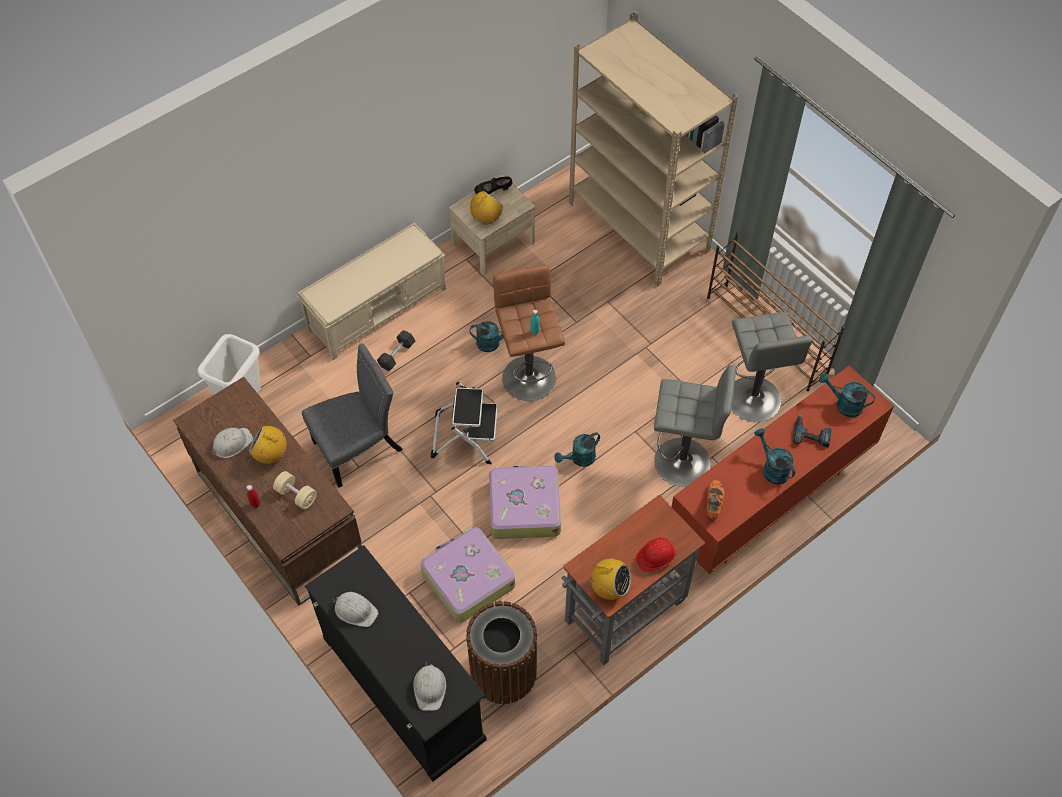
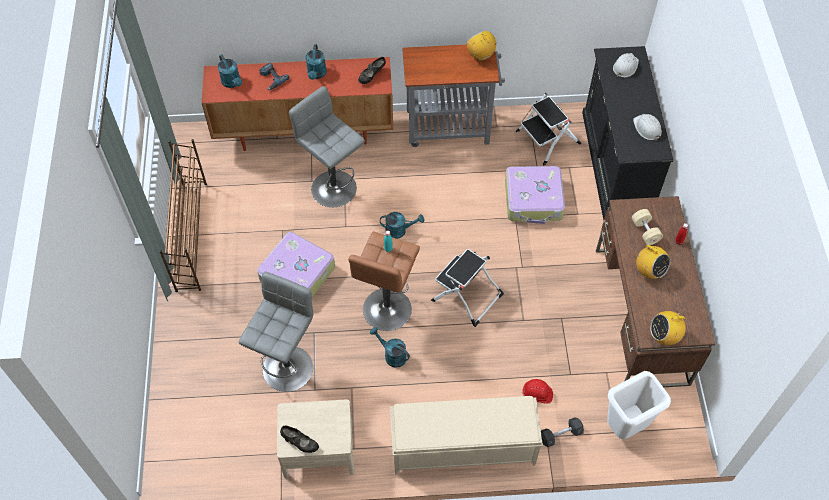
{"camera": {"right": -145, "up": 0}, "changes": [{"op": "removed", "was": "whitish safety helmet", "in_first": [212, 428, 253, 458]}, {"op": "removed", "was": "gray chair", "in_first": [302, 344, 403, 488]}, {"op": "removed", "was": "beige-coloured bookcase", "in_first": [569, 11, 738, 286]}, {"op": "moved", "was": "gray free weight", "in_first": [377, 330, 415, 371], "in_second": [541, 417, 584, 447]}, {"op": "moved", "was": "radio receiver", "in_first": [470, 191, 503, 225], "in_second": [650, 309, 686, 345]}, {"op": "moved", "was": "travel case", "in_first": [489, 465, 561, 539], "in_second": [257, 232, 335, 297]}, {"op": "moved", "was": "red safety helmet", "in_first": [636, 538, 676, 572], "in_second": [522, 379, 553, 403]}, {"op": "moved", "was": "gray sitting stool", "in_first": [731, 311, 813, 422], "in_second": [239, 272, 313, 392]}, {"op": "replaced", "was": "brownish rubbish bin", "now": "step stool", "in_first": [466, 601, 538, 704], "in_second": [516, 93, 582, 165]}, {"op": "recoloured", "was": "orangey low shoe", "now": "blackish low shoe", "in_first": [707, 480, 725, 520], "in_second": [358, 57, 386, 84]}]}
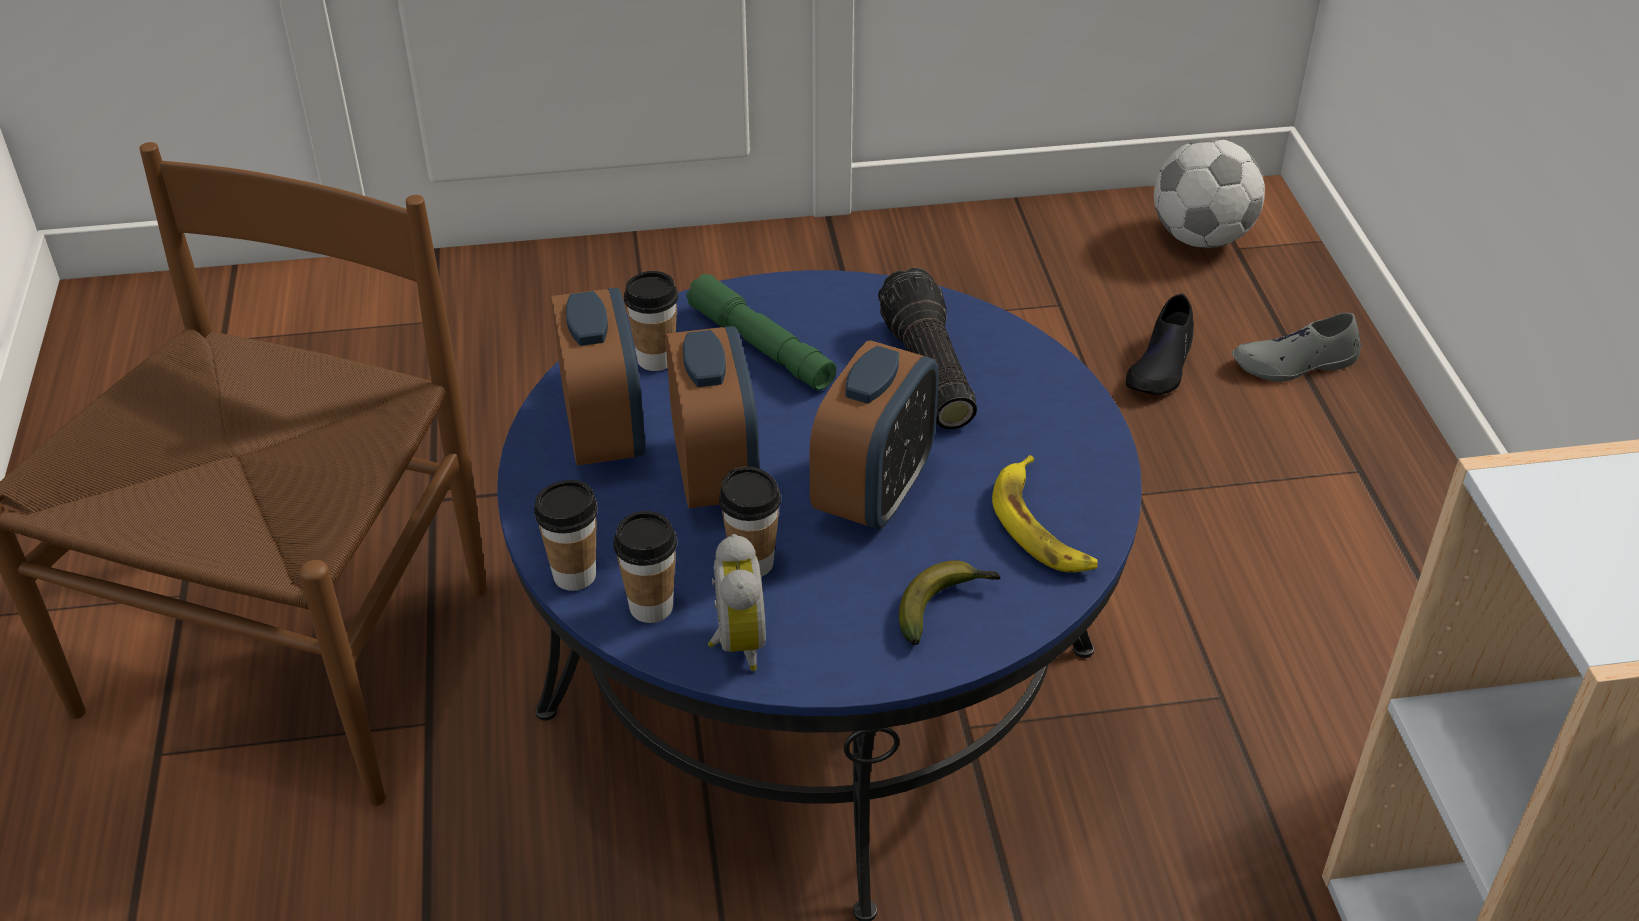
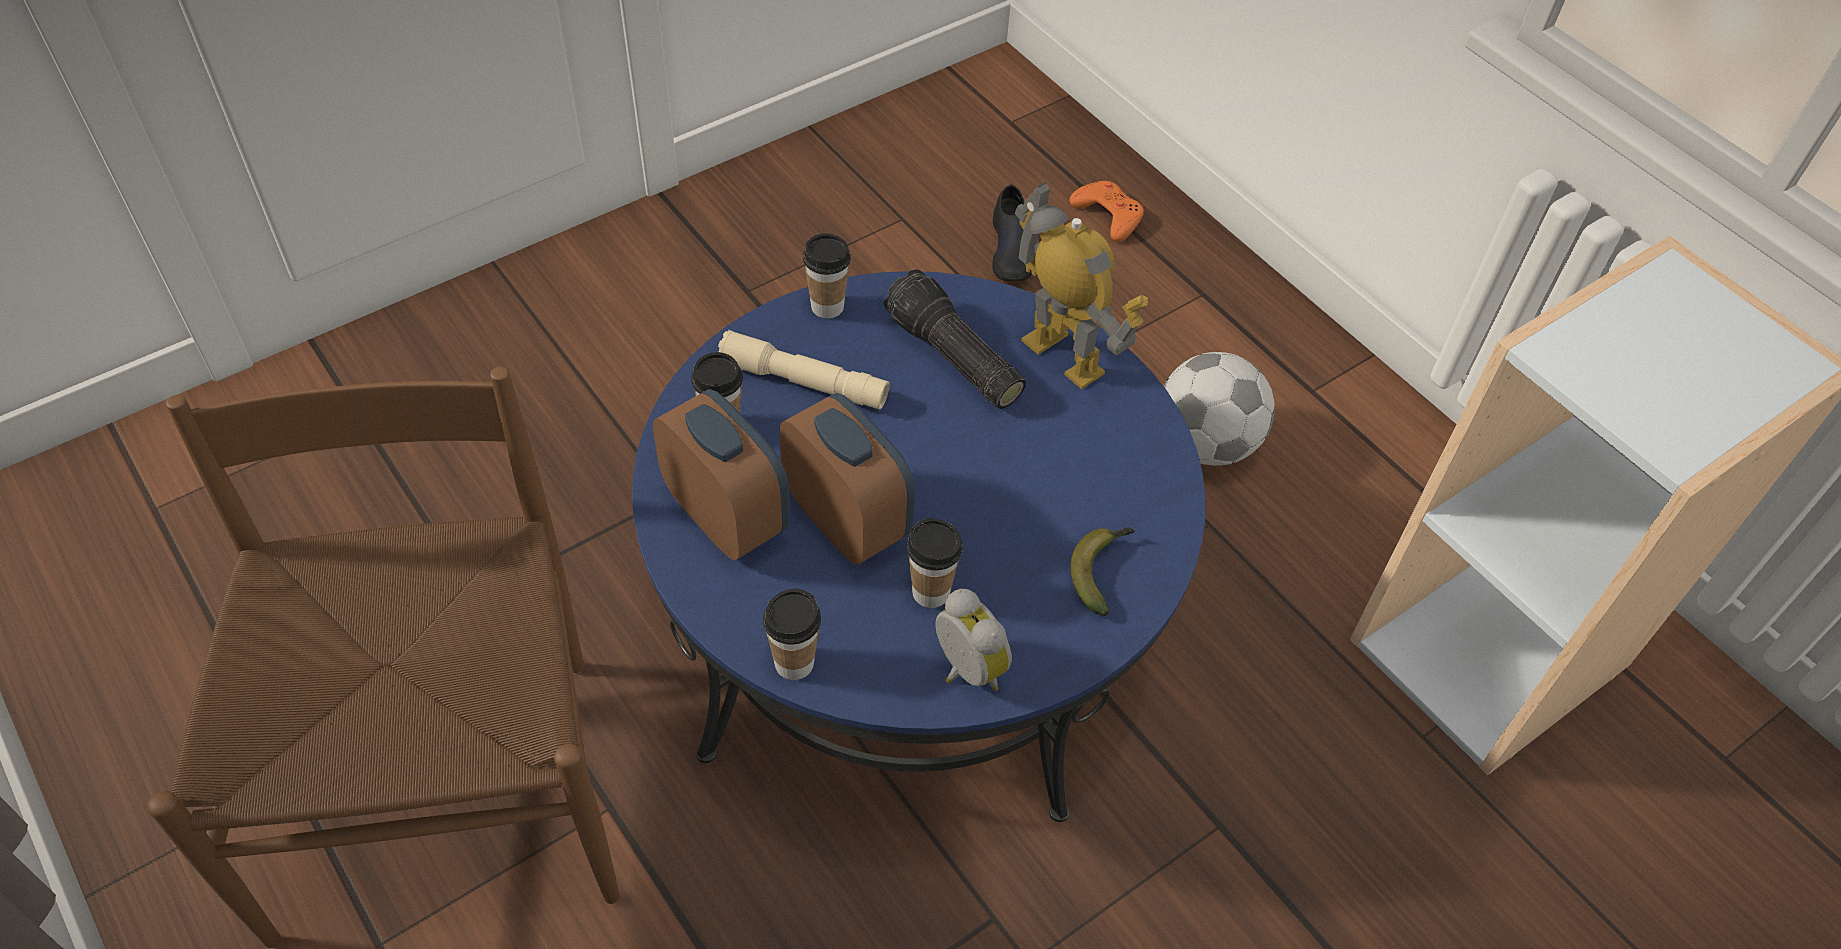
{"camera": {"right": -30, "up": 10}, "changes": [{"op": "removed", "was": "alarm clock", "in_first": [810, 341, 939, 529]}, {"op": "removed", "was": "banana fruit", "in_first": [992, 455, 1098, 572]}, {"op": "added", "now": "robot figure", "in_second": [1014, 181, 1148, 389]}, {"op": "moved", "was": "drinking cup", "in_first": [613, 511, 677, 623], "in_second": [803, 234, 851, 318]}, {"op": "moved", "was": "football ball", "in_first": [1154, 138, 1265, 248], "in_second": [1164, 352, 1275, 466]}, {"op": "replaced", "was": "gray low shoe", "now": "orangey game controller", "in_first": [1232, 313, 1361, 382], "in_second": [1069, 181, 1144, 242]}, {"op": "recoloured", "was": "greenish hand torch", "now": "beige-coloured hand torch", "in_first": [686, 274, 837, 391], "in_second": [718, 330, 889, 410]}]}
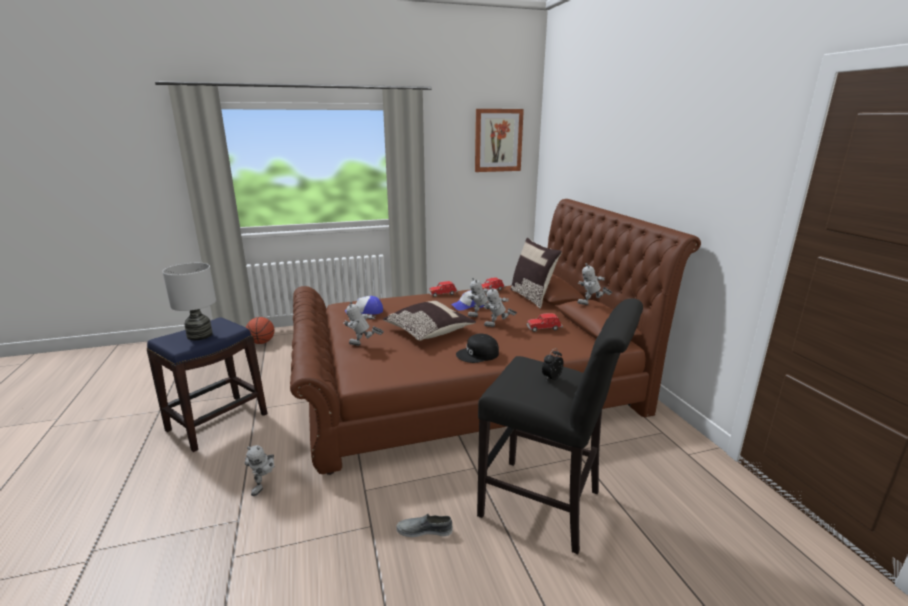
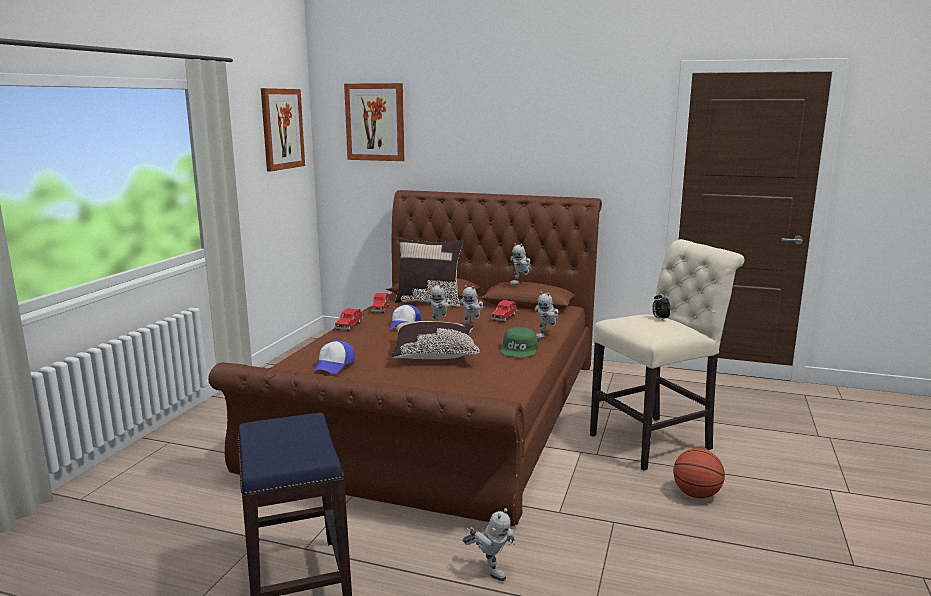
{"camera": {"right": -55, "up": -5}, "changes": [{"op": "removed", "was": "gray lamp for a table", "in_first": [163, 263, 216, 340]}, {"op": "removed", "was": "gray low shoe", "in_first": [397, 514, 453, 537]}, {"op": "added", "now": "wall picture", "in_second": [344, 83, 405, 161]}, {"op": "moved", "was": "basketball", "in_first": [246, 317, 274, 344], "in_second": [673, 448, 725, 498]}, {"op": "moved", "was": "robot figure", "in_first": [343, 301, 384, 346], "in_second": [535, 291, 559, 340]}, {"op": "recoloured", "was": "blackish baseball cap", "now": "greenish baseball cap", "in_first": [456, 334, 499, 363], "in_second": [500, 327, 538, 357]}, {"op": "recoloured", "was": "blackish sitting stool", "now": "beige-coloured sitting stool", "in_first": [477, 298, 643, 554], "in_second": [590, 239, 744, 471]}]}
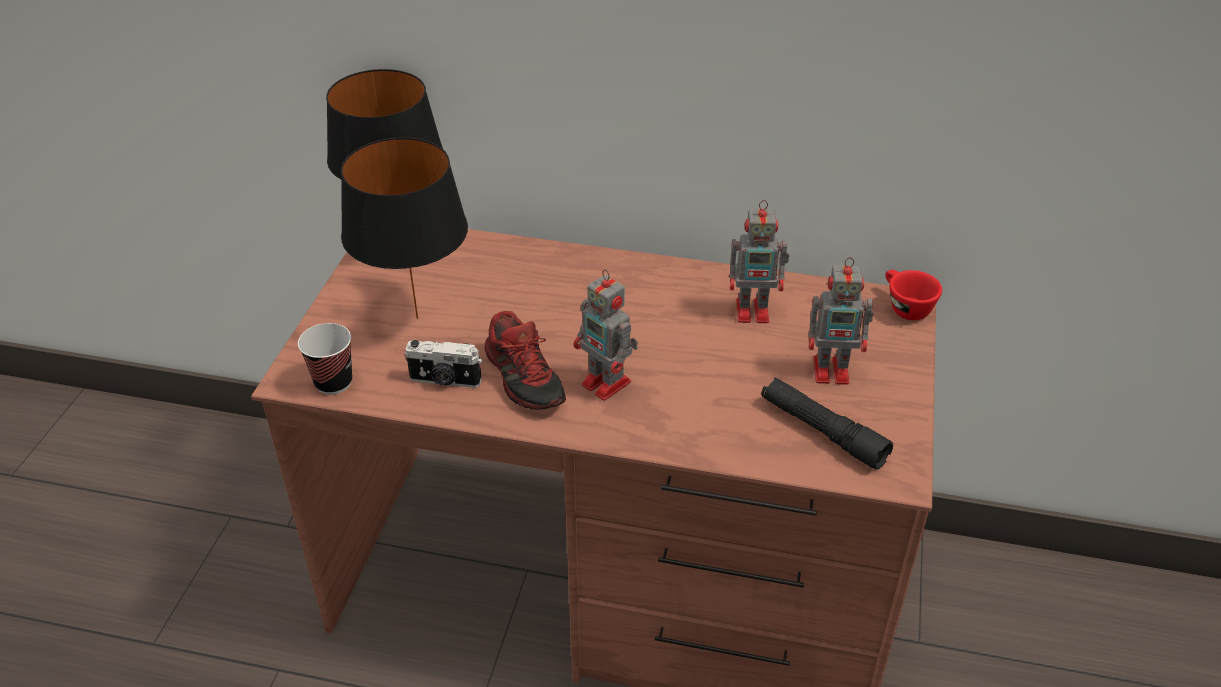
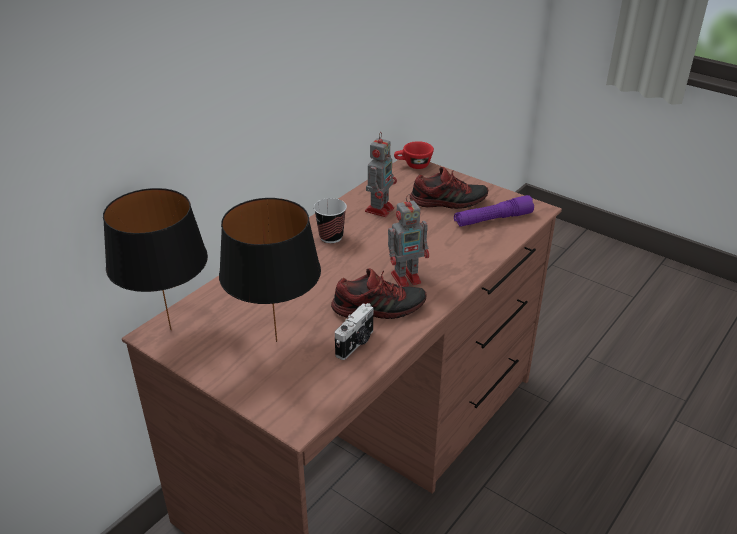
{"camera": {"right": -65, "up": -5}, "changes": [{"op": "moved", "was": "drinking cup", "in_first": [298, 323, 352, 395], "in_second": [314, 198, 347, 243]}, {"op": "replaced", "was": "robot figure", "now": "low shoe", "in_first": [809, 257, 874, 385], "in_second": [410, 167, 488, 209]}, {"op": "recoloured", "was": "blackish hand torch", "now": "purple-coloured hand torch", "in_first": [761, 378, 893, 470], "in_second": [454, 195, 534, 227]}]}
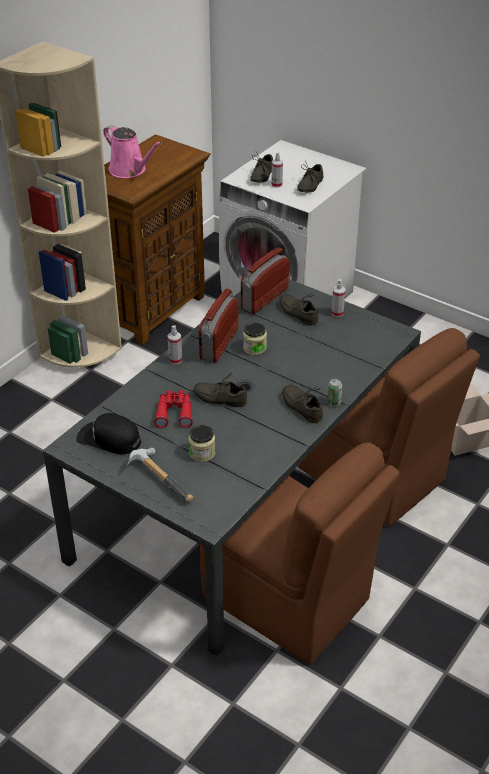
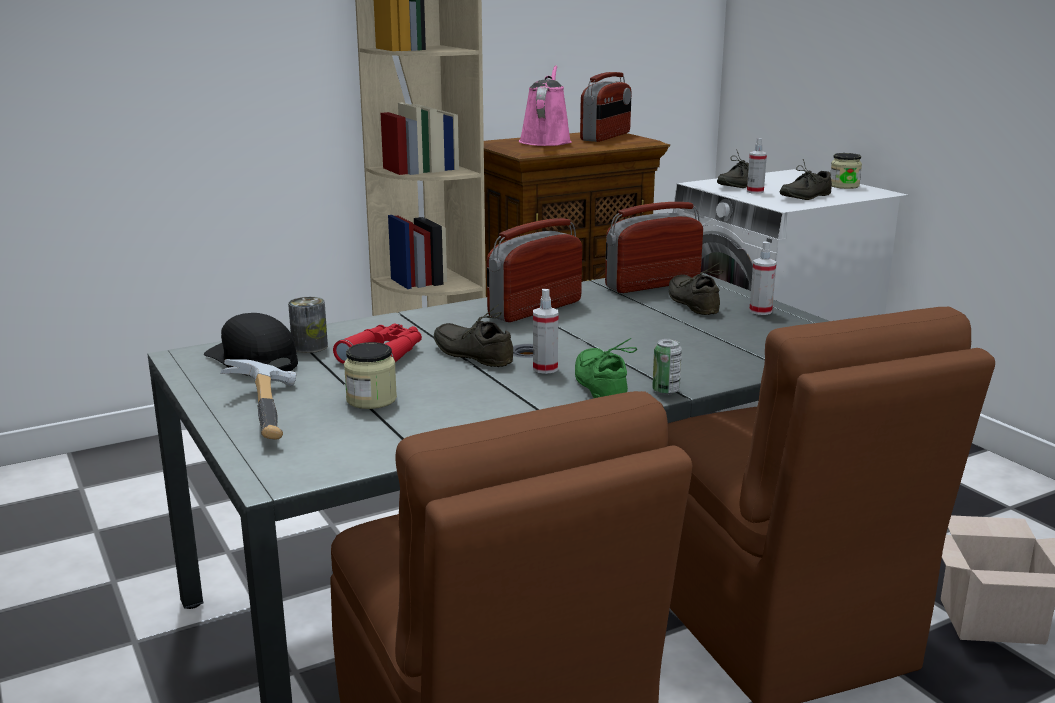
{"camera": {"right": 25, "up": -20}, "changes": [{"op": "added", "now": "metal can", "in_second": [288, 297, 328, 353]}, {"op": "added", "now": "radio receiver", "in_second": [580, 72, 632, 142]}, {"op": "moved", "was": "hand sprayer", "in_first": [168, 325, 182, 364], "in_second": [533, 289, 558, 374]}, {"op": "moved", "was": "preserve jar", "in_first": [243, 323, 267, 355], "in_second": [830, 153, 862, 189]}, {"op": "recoloured", "was": "gray low shoe", "now": "greenish low shoe", "in_first": [282, 384, 323, 423], "in_second": [575, 338, 637, 398]}, {"op": "turned", "was": "pinkish watering can", "in_first": [103, 125, 162, 178], "in_second": [519, 65, 572, 146], "clockwise": -150}]}
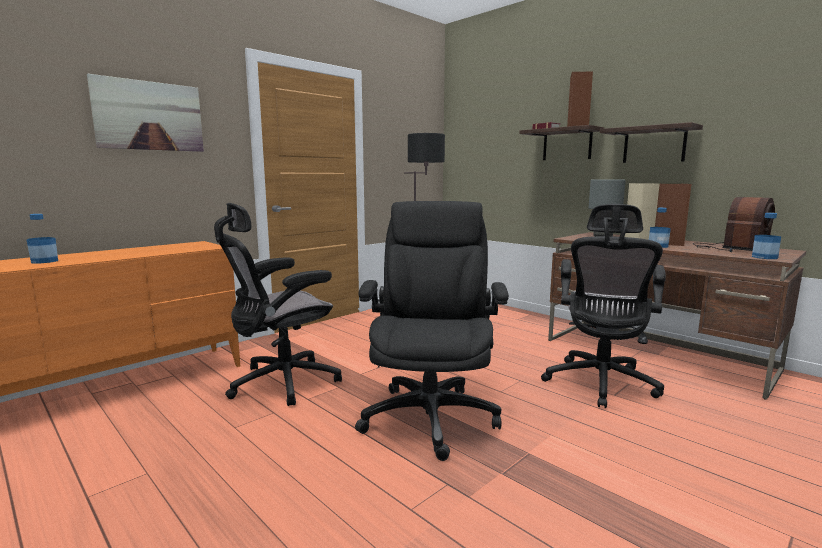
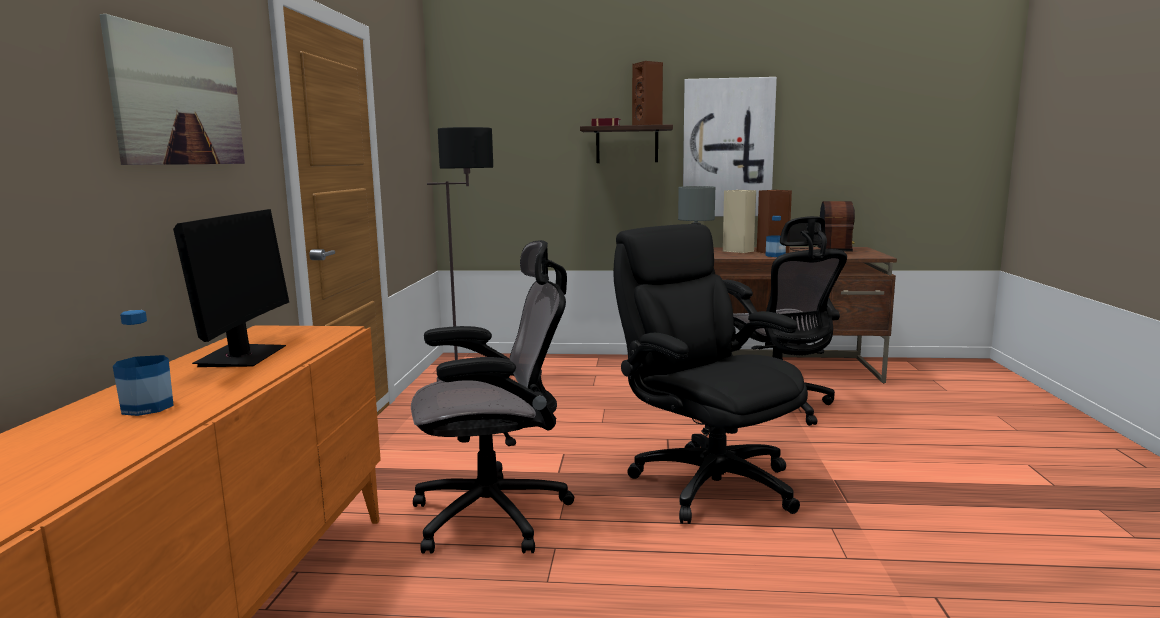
{"camera": {"right": -40, "up": 0}, "changes": [{"op": "removed", "was": "drink bottle", "in_first": [752, 213, 781, 259]}, {"op": "added", "now": "computer display", "in_second": [173, 209, 289, 367]}, {"op": "replaced", "was": "bracket shelf", "now": "wall picture", "in_first": [600, 122, 703, 163], "in_second": [683, 77, 777, 216]}, {"op": "turned", "was": "office chair", "in_first": [214, 203, 342, 406], "in_second": [411, 240, 575, 554], "clockwise": -120}]}
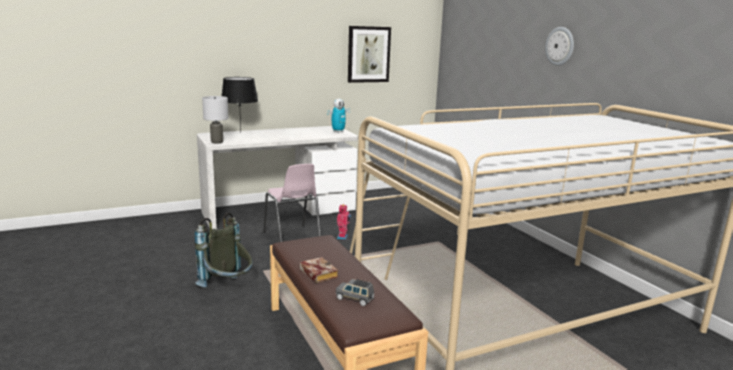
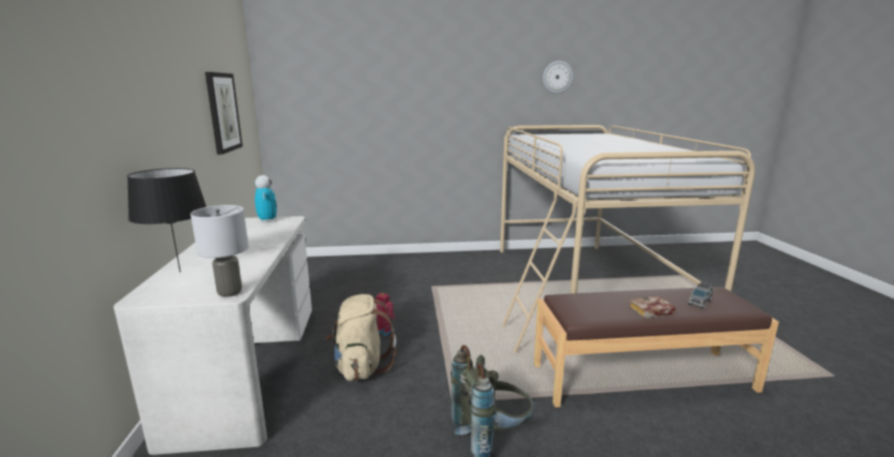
{"camera": {"right": -70, "up": 0}, "changes": [{"op": "moved", "was": "hanging clock", "in_first": [545, 27, 574, 66], "in_second": [543, 61, 573, 94]}, {"op": "replaced", "was": "pinkish chair", "now": "beige-coloured backpack", "in_first": [263, 164, 321, 242], "in_second": [325, 294, 396, 381]}]}
